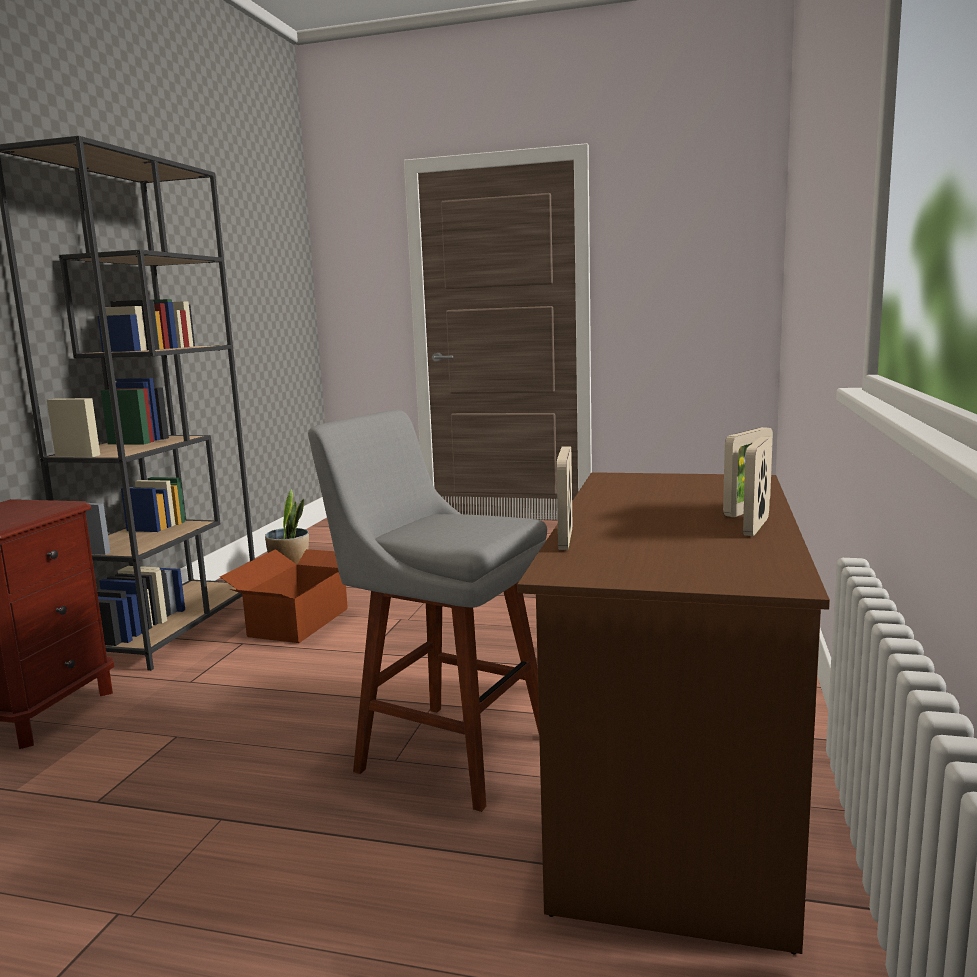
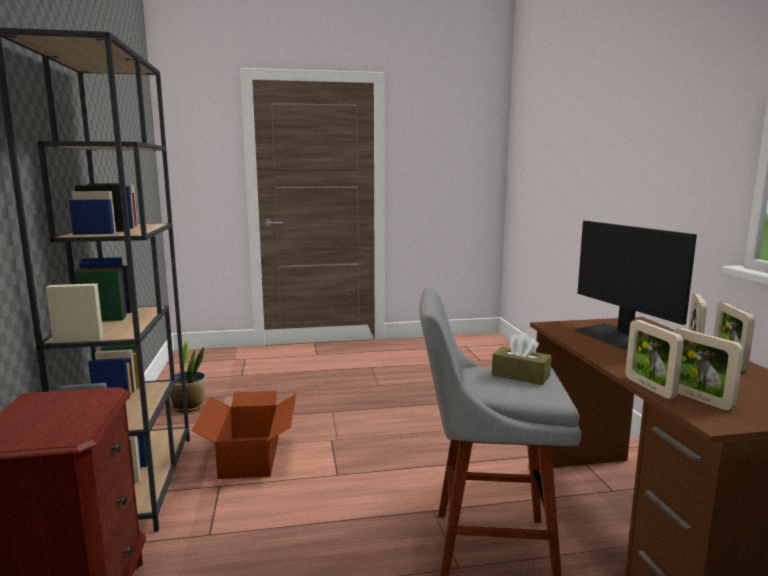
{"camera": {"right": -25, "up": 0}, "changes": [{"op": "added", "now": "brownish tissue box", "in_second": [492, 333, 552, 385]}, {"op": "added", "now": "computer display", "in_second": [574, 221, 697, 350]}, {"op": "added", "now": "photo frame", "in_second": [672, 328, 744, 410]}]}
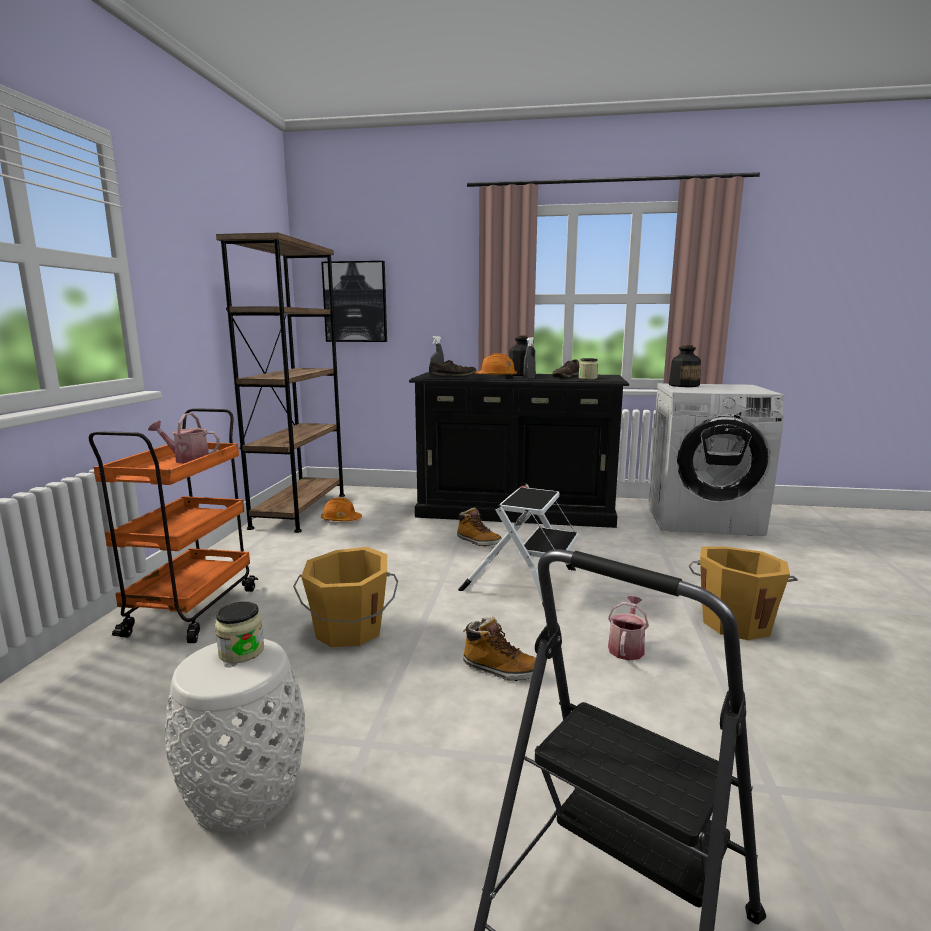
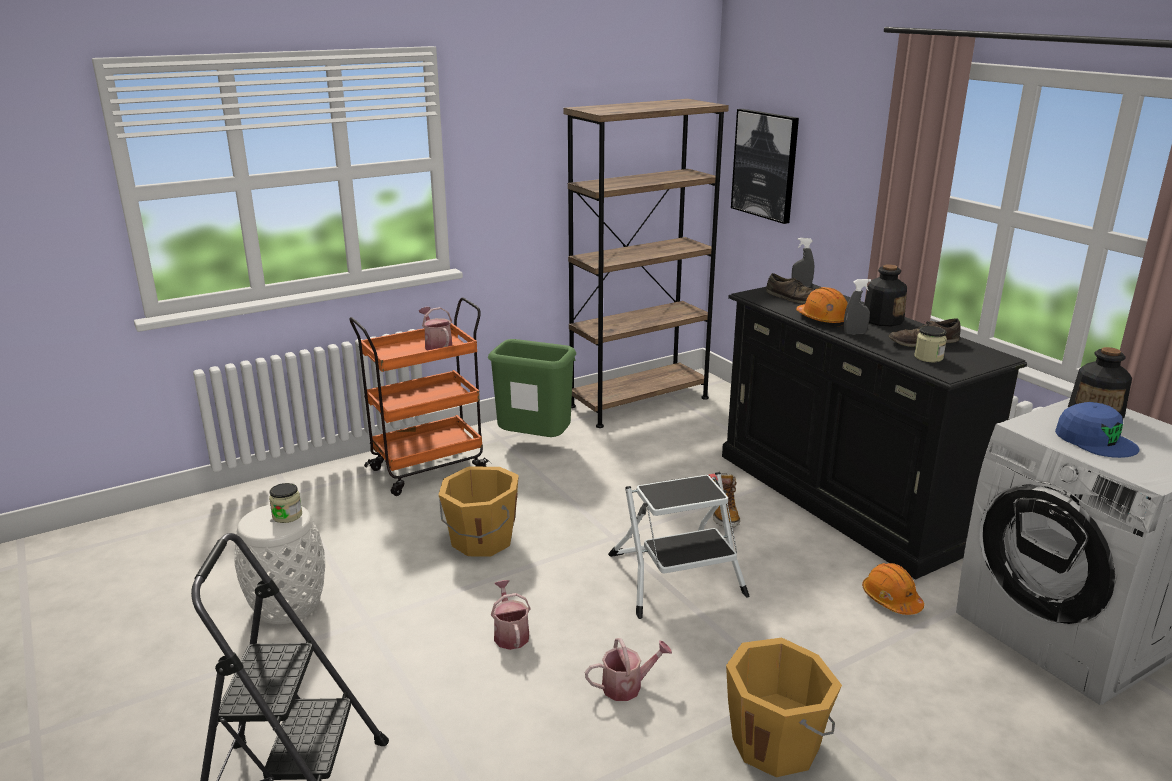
{"camera": {"right": 50, "up": 10}, "changes": [{"op": "added", "now": "greenish rubbish bin", "in_second": [488, 339, 576, 437]}, {"op": "added", "now": "blue-coloured baseball cap", "in_second": [1055, 402, 1140, 458]}, {"op": "moved", "was": "orangey safety helmet", "in_first": [321, 497, 362, 521], "in_second": [862, 563, 924, 615]}, {"op": "replaced", "was": "boot", "now": "watering can", "in_first": [463, 616, 536, 681], "in_second": [491, 580, 531, 650]}]}
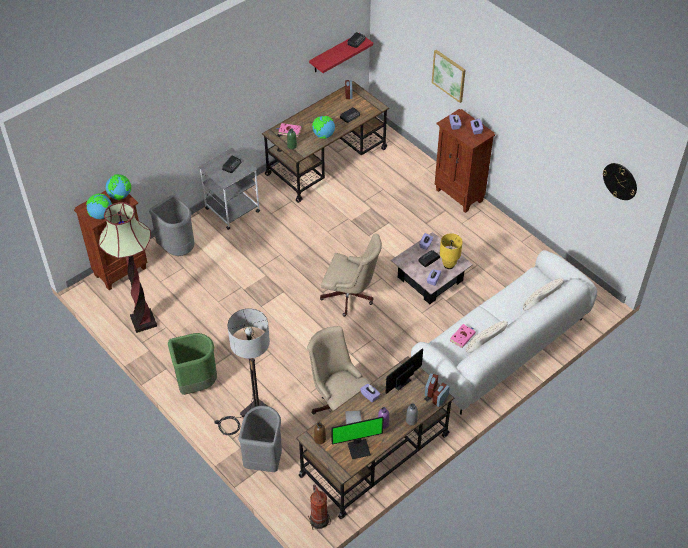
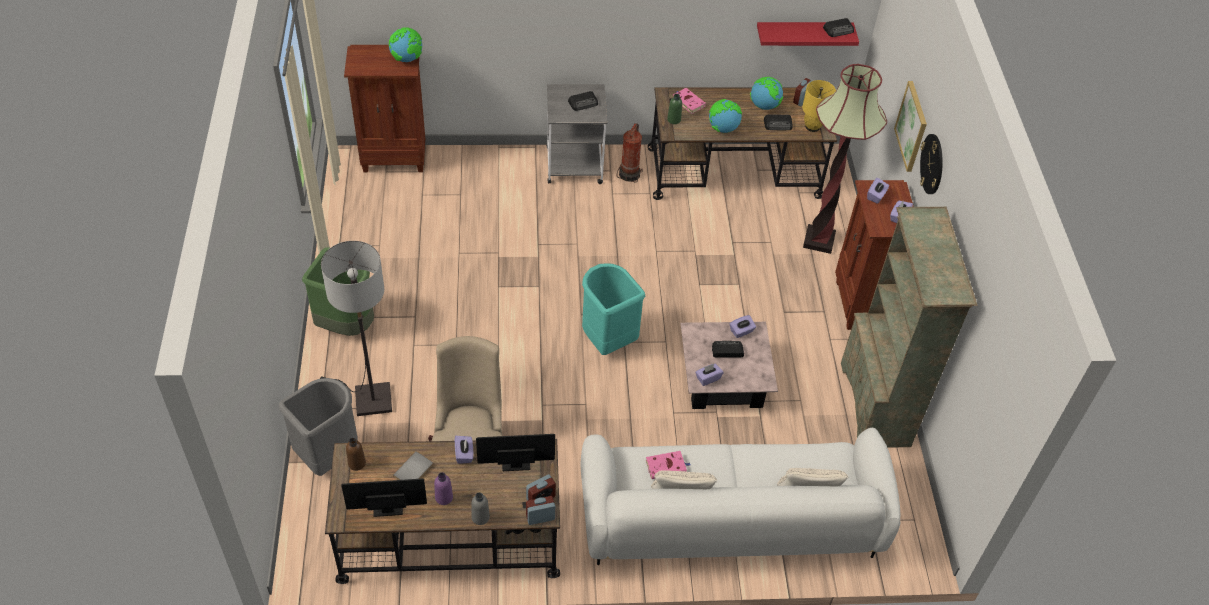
{"camera": {"right": 35, "up": 0}, "changes": [{"op": "removed", "was": "gray rubbish bin", "in_first": [149, 195, 195, 256]}, {"op": "added", "now": "greenish bookcase", "in_second": [841, 207, 978, 448]}, {"op": "moved", "was": "world globe", "in_first": [86, 194, 112, 219], "in_second": [750, 77, 783, 110]}, {"op": "moved", "was": "standing lamp", "in_first": [99, 202, 157, 333], "in_second": [803, 64, 887, 254]}, {"op": "moved", "was": "extinguisher", "in_first": [308, 484, 331, 530], "in_second": [617, 123, 643, 182]}, {"op": "moved", "was": "yellowish lamp for a table", "in_first": [440, 233, 462, 269], "in_second": [802, 80, 836, 132]}, {"op": "moved", "was": "hanging clock", "in_first": [602, 163, 637, 200], "in_second": [920, 134, 943, 194]}, {"op": "replaced", "was": "beige-coloured office chair", "now": "turquoise rubbish bin", "in_first": [320, 234, 382, 317], "in_second": [582, 263, 645, 355]}, {"op": "turned", "was": "computer display", "in_first": [331, 417, 384, 459], "in_second": [341, 479, 427, 517], "clockwise": 150}]}
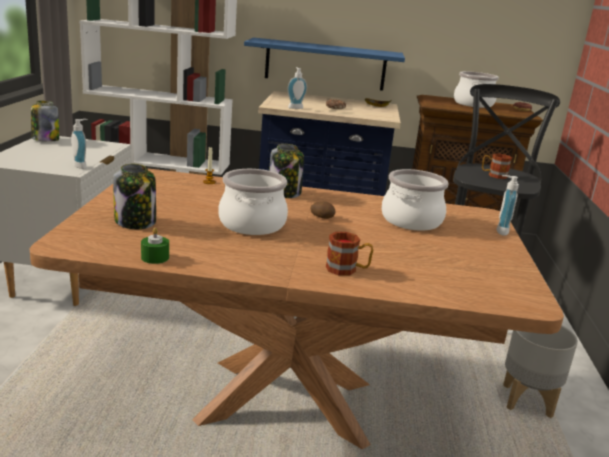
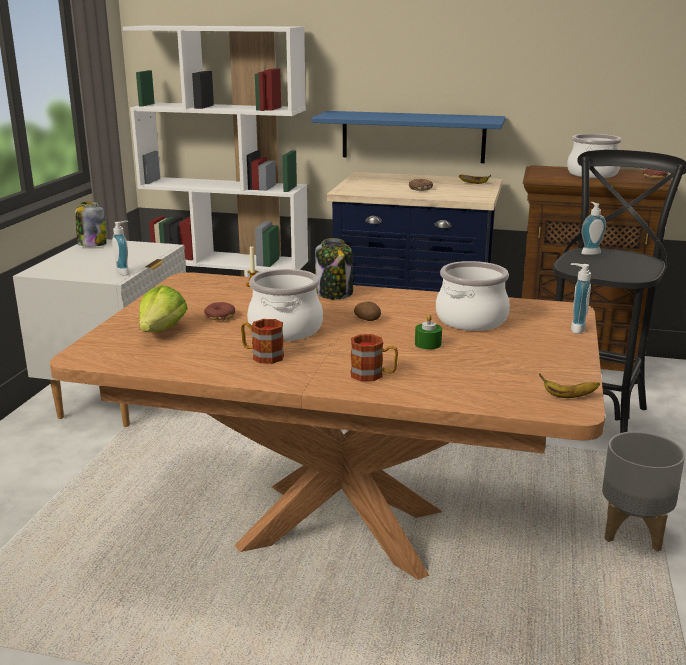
{"camera": {"right": 10, "up": 0}, "changes": [{"op": "added", "now": "donut", "in_second": [204, 302, 235, 320]}, {"op": "added", "now": "banana fruit", "in_second": [539, 374, 600, 398]}, {"op": "moved", "was": "greenish candle", "in_first": [141, 228, 169, 264], "in_second": [415, 314, 442, 350]}, {"op": "moved", "was": "soap bottle", "in_first": [287, 67, 307, 109], "in_second": [581, 202, 606, 255]}, {"op": "moved", "was": "coffee mug", "in_first": [482, 154, 512, 179], "in_second": [241, 319, 284, 364]}, {"op": "replaced", "was": "preserve jar", "now": "head of lettuce", "in_first": [113, 164, 156, 229], "in_second": [139, 285, 188, 332]}]}
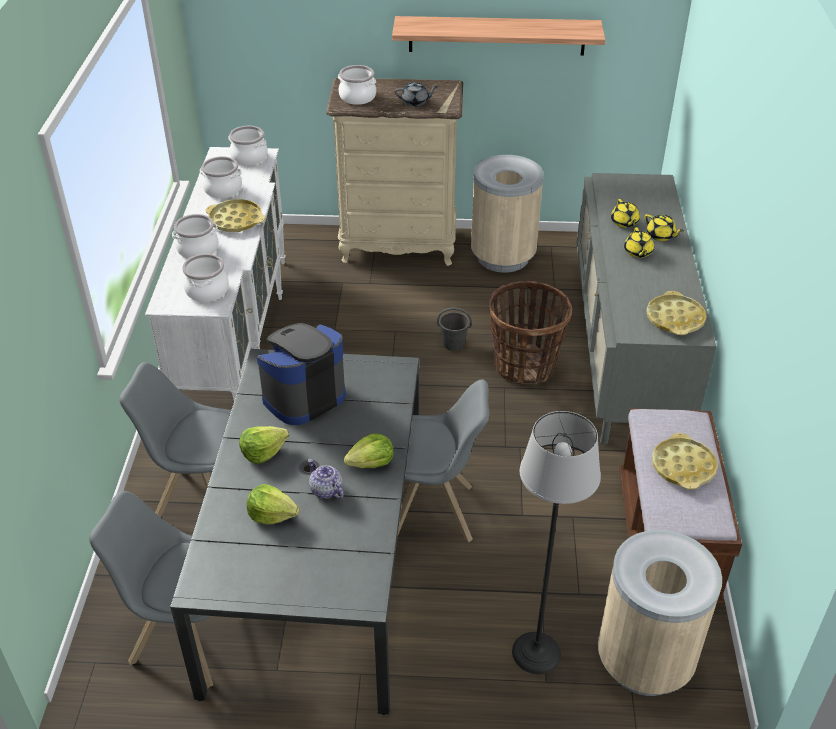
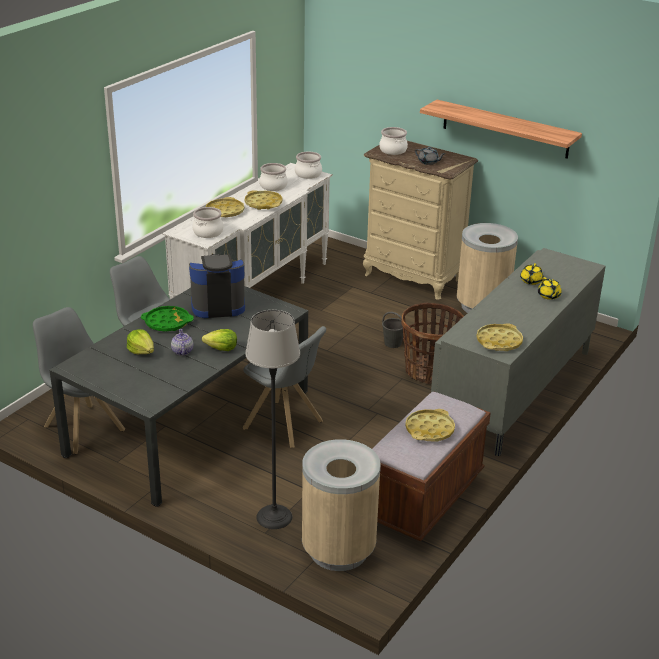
{"camera": {"right": 30, "up": -10}, "changes": [{"op": "removed", "was": "yellowish teapot", "in_first": [624, 227, 654, 258]}, {"op": "replaced", "was": "stockpot", "now": "yellowish tray", "in_first": [172, 214, 219, 259], "in_second": [206, 197, 244, 217]}, {"op": "replaced", "was": "head of lettuce", "now": "greenish tray", "in_first": [239, 426, 289, 464], "in_second": [141, 306, 194, 331]}]}
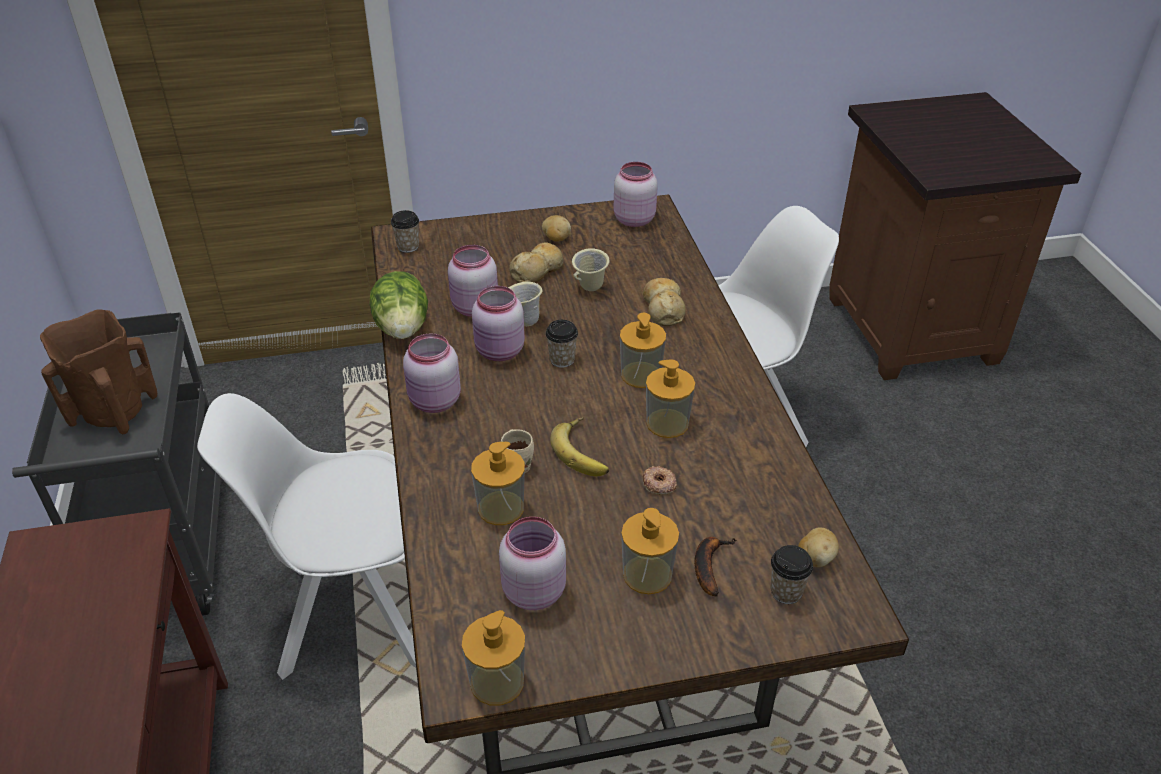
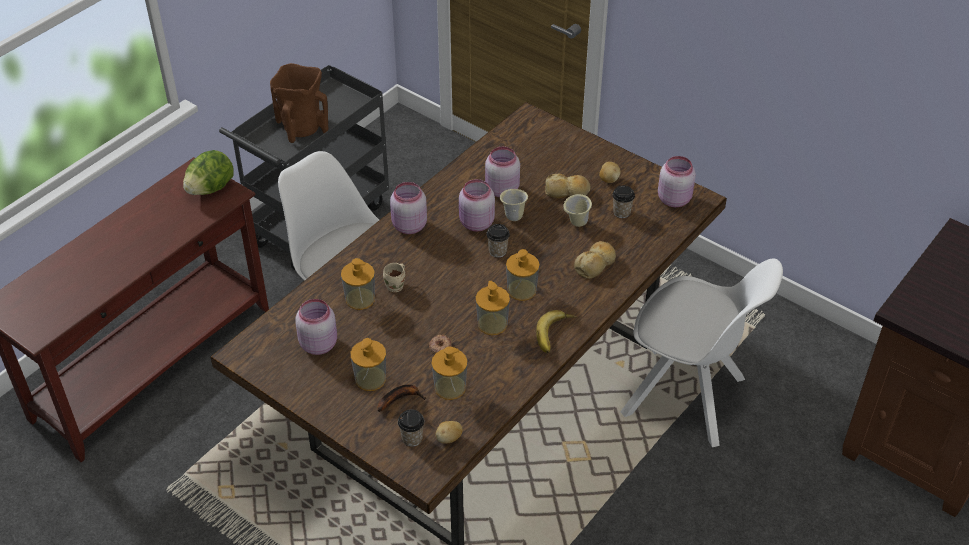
{"camera": {"right": 50, "up": 5}, "changes": [{"op": "moved", "was": "head of lettuce", "in_first": [369, 271, 428, 339], "in_second": [183, 150, 234, 195]}, {"op": "moved", "was": "drinking cup", "in_first": [391, 210, 419, 253], "in_second": [612, 185, 635, 218]}, {"op": "moved", "was": "soap bottle", "in_first": [462, 610, 525, 706], "in_second": [432, 347, 468, 400]}, {"op": "moved", "was": "banana fruit", "in_first": [550, 417, 609, 476], "in_second": [536, 310, 577, 353]}]}
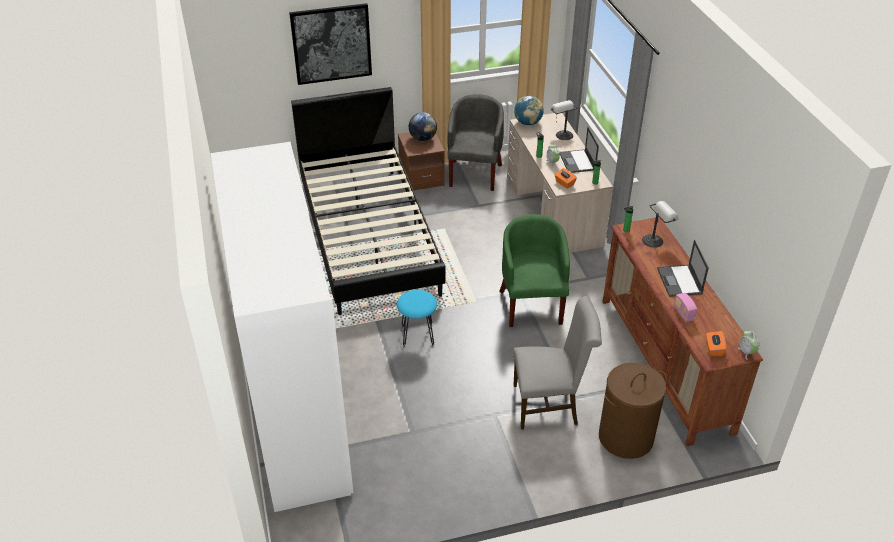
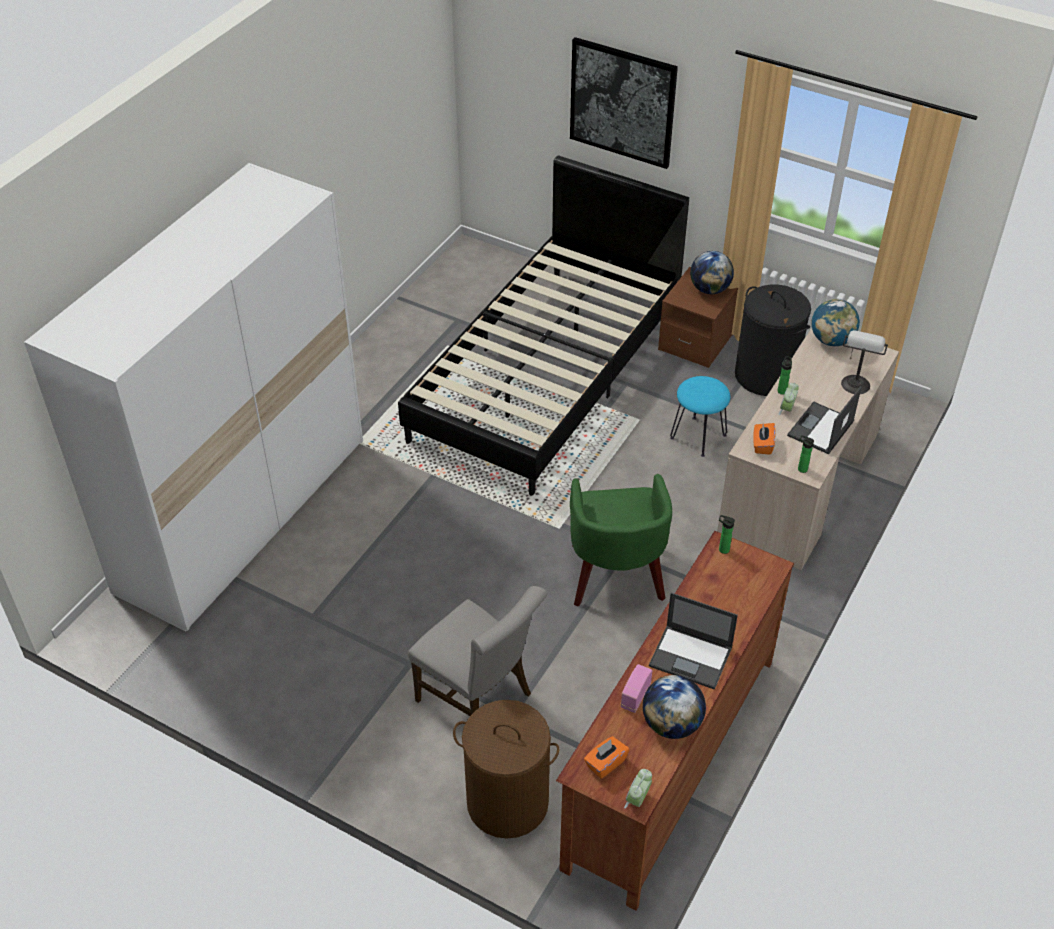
{"camera": {"right": 45, "up": 5}, "changes": [{"op": "removed", "was": "lamp for a table", "in_first": [642, 201, 679, 248]}, {"op": "added", "now": "world globe", "in_second": [643, 675, 706, 739]}, {"op": "moved", "was": "turquoise sitting stool", "in_first": [397, 290, 437, 347], "in_second": [670, 376, 730, 457]}, {"op": "replaced", "was": "gray armchair", "now": "blackish washing basket", "in_first": [448, 94, 504, 191], "in_second": [735, 285, 811, 396]}, {"op": "turned", "was": "greenish armchair", "in_first": [499, 214, 570, 327], "in_second": [570, 474, 672, 607], "clockwise": 135}, {"op": "turned", "was": "laptop", "in_first": [657, 240, 709, 297], "in_second": [649, 593, 738, 689], "clockwise": -105}]}
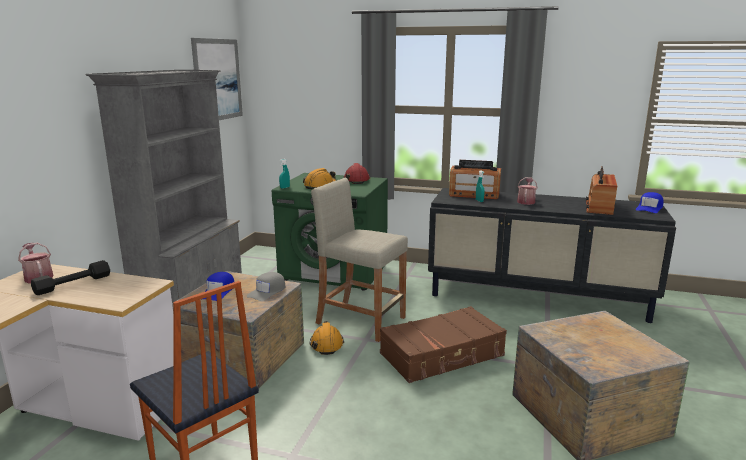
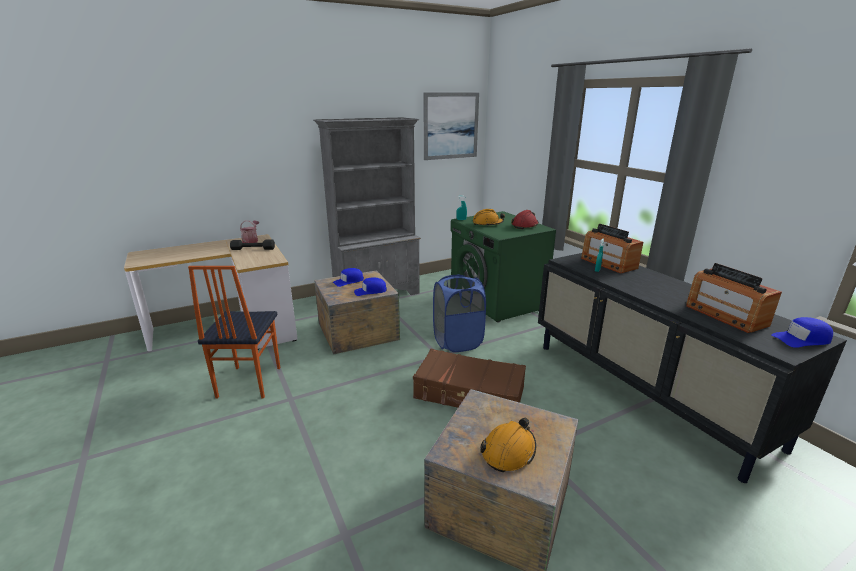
{"camera": {"right": 45, "up": 5}, "changes": [{"op": "removed", "was": "watering can", "in_first": [517, 177, 538, 205]}, {"op": "moved", "was": "orangey safety helmet", "in_first": [310, 321, 344, 355], "in_second": [480, 418, 536, 472]}, {"op": "replaced", "was": "beige-coloured sitting stool", "now": "blue-coloured washing basket", "in_first": [311, 178, 408, 342], "in_second": [433, 274, 486, 352]}, {"op": "recoloured", "was": "gray baseball cap", "now": "blue-coloured baseball cap", "in_first": [246, 272, 286, 301], "in_second": [354, 277, 387, 296]}, {"op": "turned", "was": "radio receiver", "in_first": [586, 166, 617, 215], "in_second": [686, 263, 782, 333], "clockwise": -90}]}
